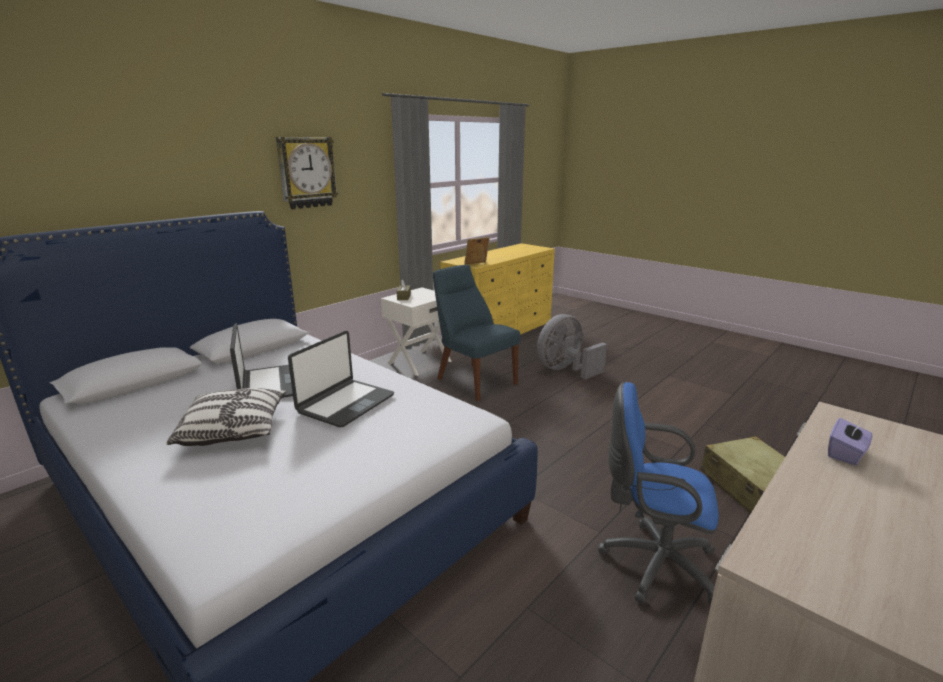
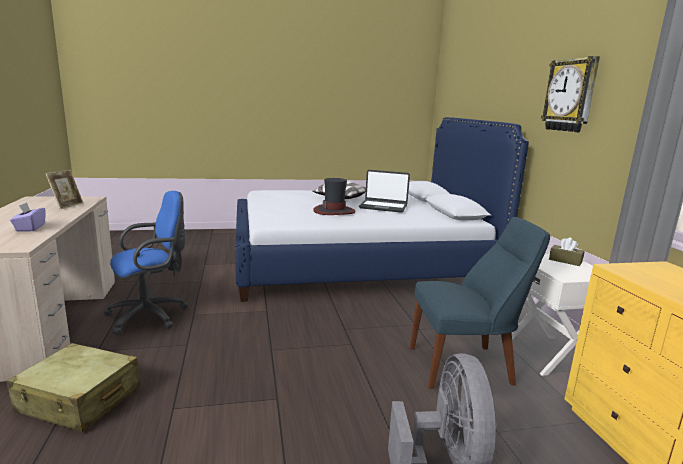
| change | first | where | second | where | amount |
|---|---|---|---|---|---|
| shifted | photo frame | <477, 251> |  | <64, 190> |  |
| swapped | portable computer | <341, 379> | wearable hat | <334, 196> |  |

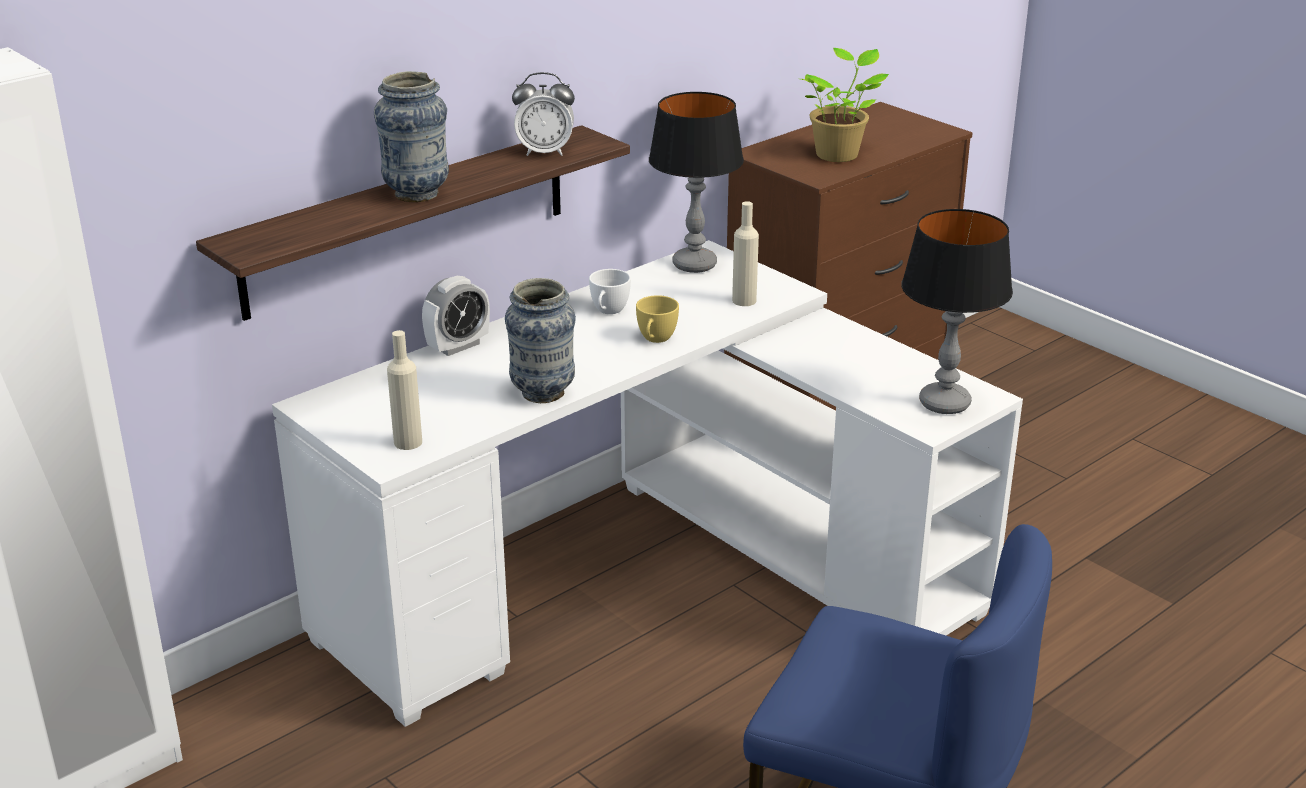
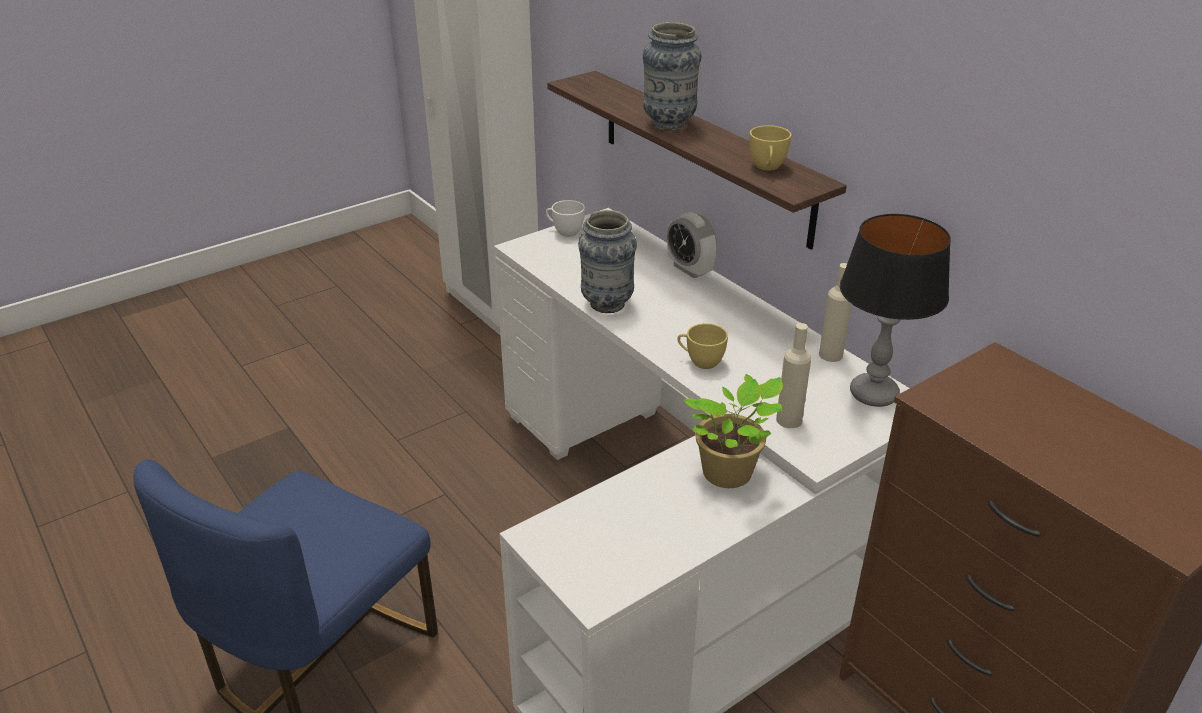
| change | first | where | second | where | amount |
|---|---|---|---|---|---|
| shifted | plant in a pot | <845, 105> |  | <732, 431> |  |
| swapped | table clock | <543, 114> | yellow-coloured small cup | <770, 148> |  |
| gone | tabletop lamp | <957, 311> |  |  |  |
| shifted | white small cup | <610, 291> |  | <565, 218> |  |
| shifted | beige beverage bottle | <404, 390> |  | <835, 312> |  |

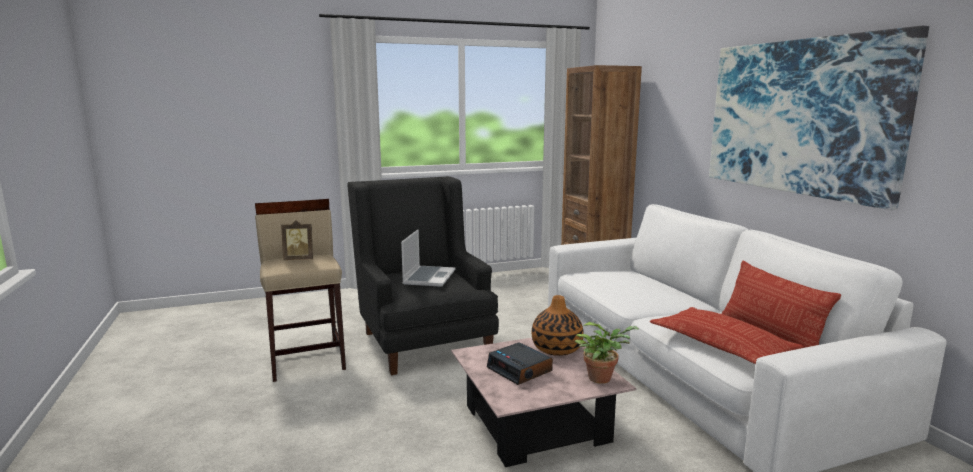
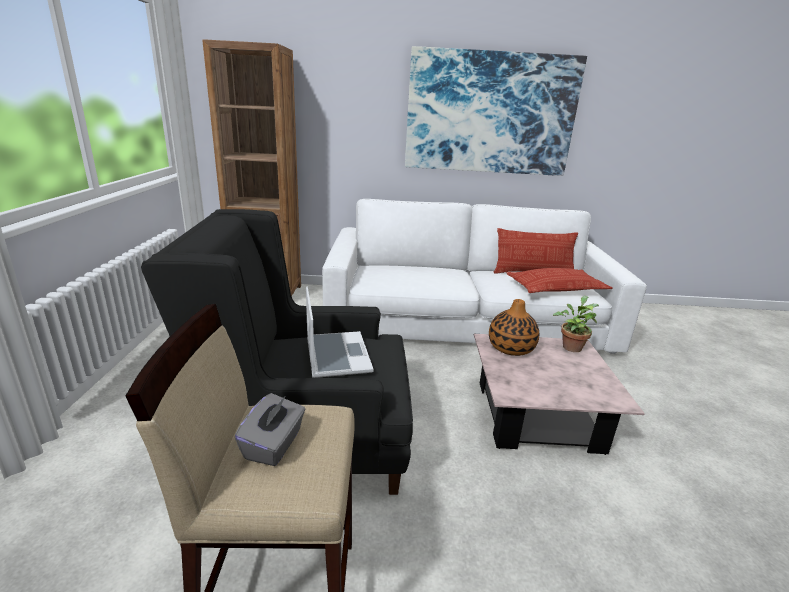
| change | first | where | second | where | amount |
|---|---|---|---|---|---|
| swapped | photo frame | <297, 240> | greyish tissue holder | <270, 429> |  |
| rotated | portable computer | <428, 258> |  | <340, 332> | 45 degrees clockwise |
| gone | table clock | <520, 363> |  |  |  |

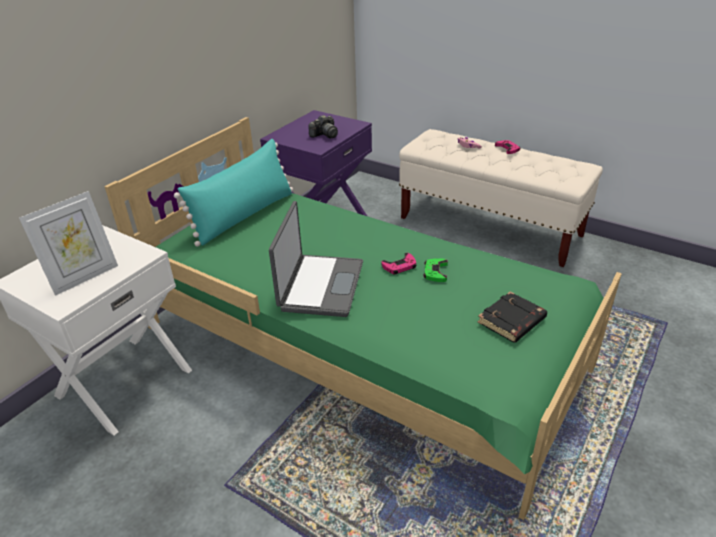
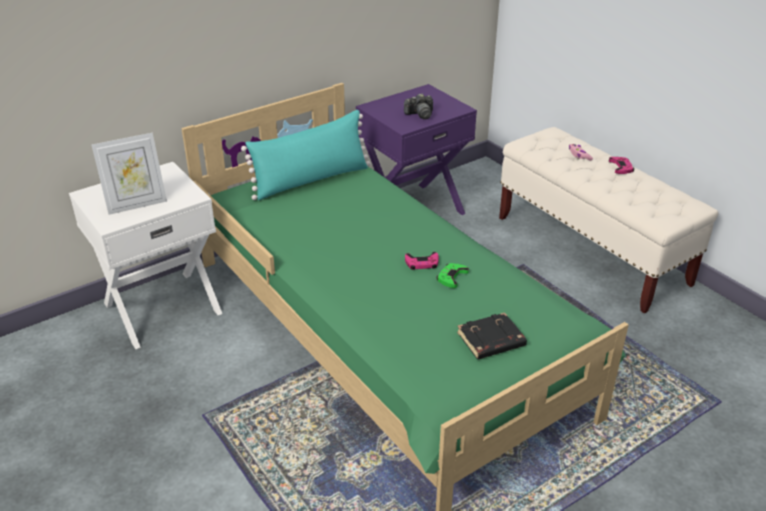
| change | first | where | second | where | amount |
|---|---|---|---|---|---|
| gone | portable computer | <316, 259> |  |  |  |

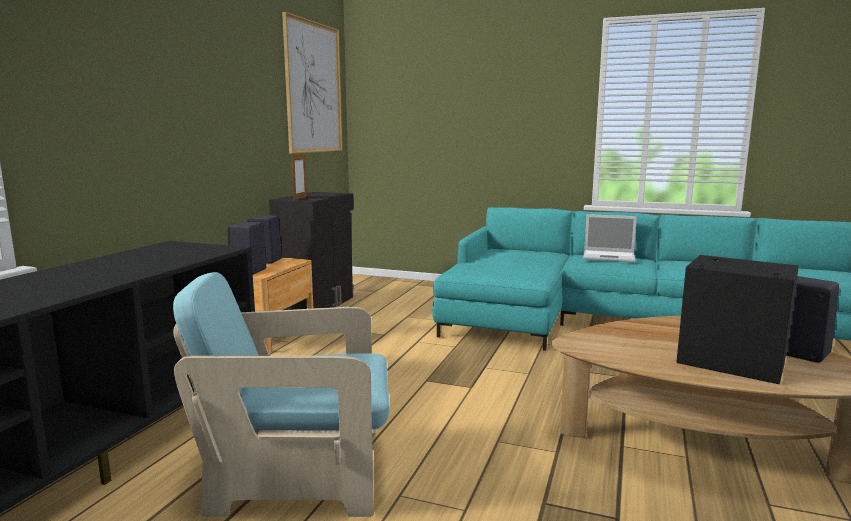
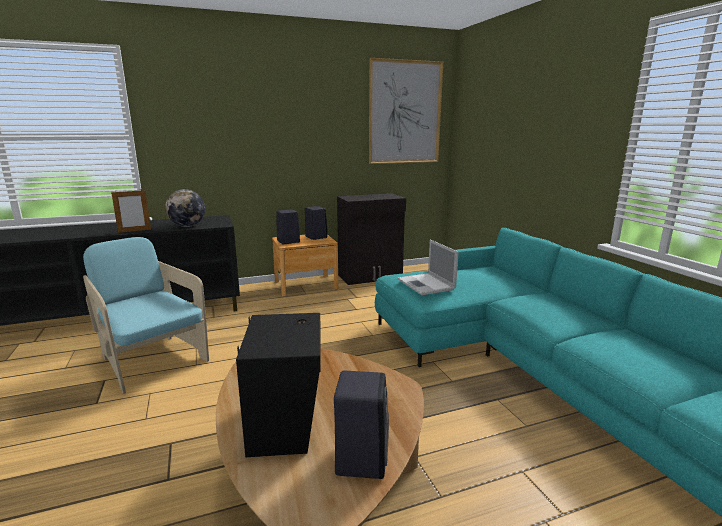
| change | first | where | second | where | amount |
|---|---|---|---|---|---|
| shifted | photo frame | <299, 176> |  | <131, 211> |  |
| shifted | portable computer | <610, 238> |  | <428, 267> |  |
| new |  |  | globe | <185, 208> |  |

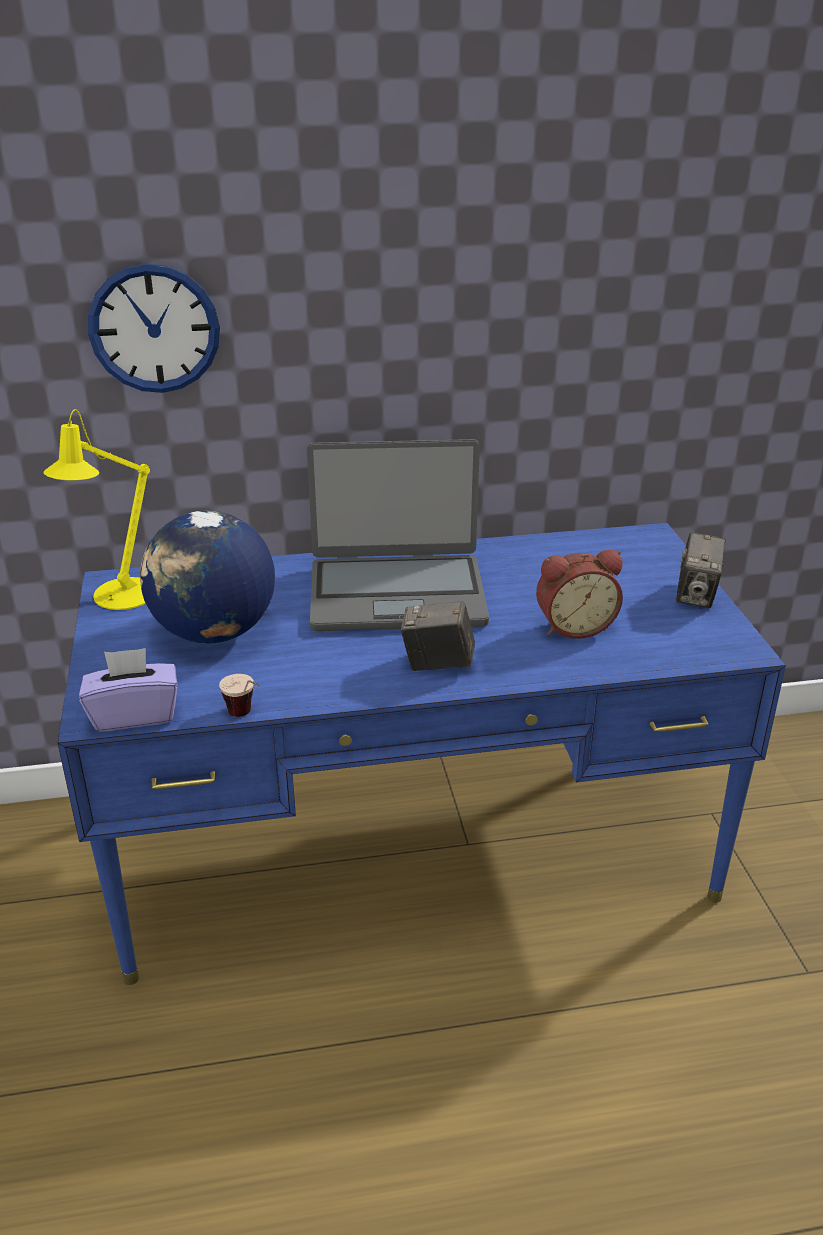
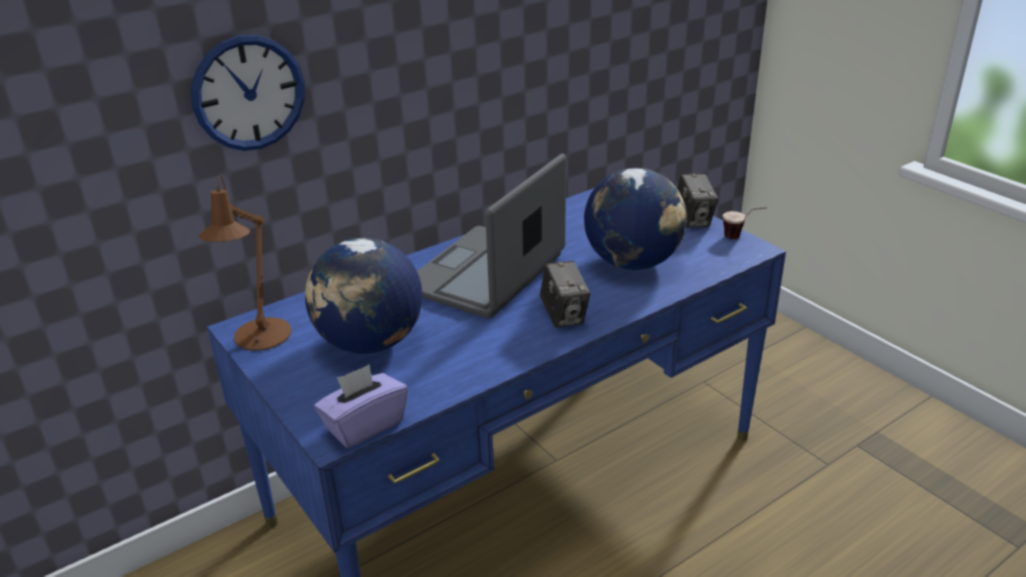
| change | first | where | second | where | amount |
|---|---|---|---|---|---|
| repainted | yellow-coloured tabletop lamp | <97, 509> | brown-coloured tabletop lamp | <245, 263> |  |
| rotated | portable computer | <398, 535> |  | <491, 236> | 150 degrees clockwise |
| swapped | table clock | <579, 594> | globe | <635, 219> |  |
| rotated | photo camera | <438, 636> |  | <565, 294> | 90 degrees counterclockwise |
| shifted | small cup | <239, 695> |  | <745, 223> |  |

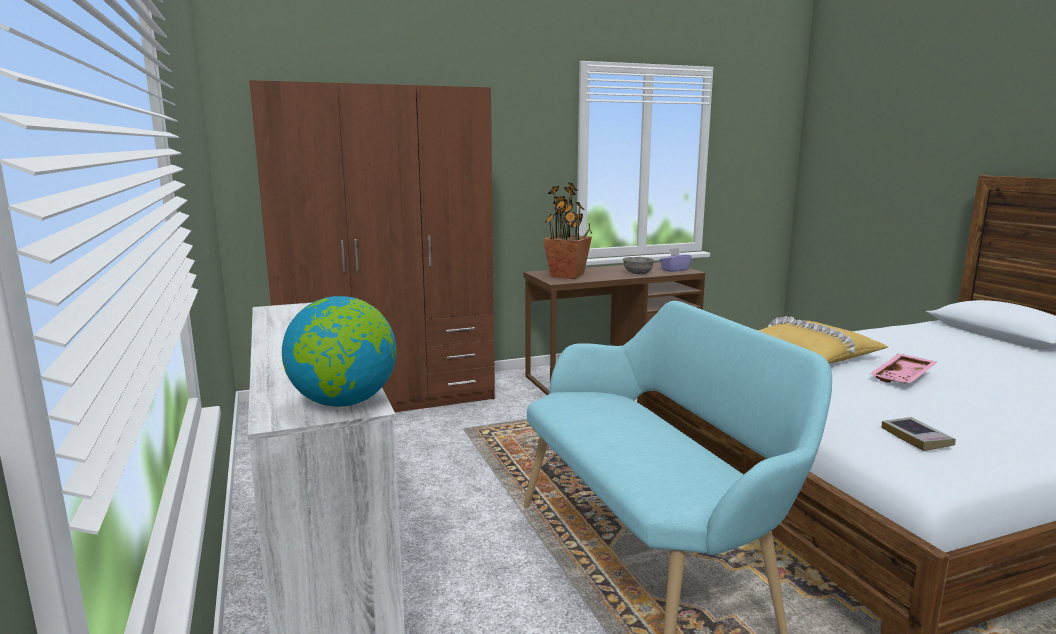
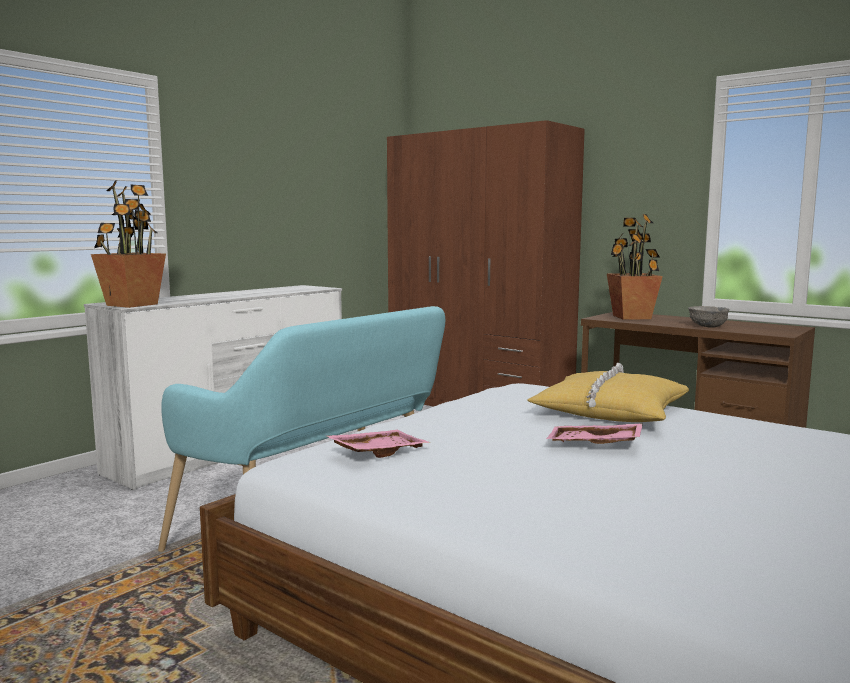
| change | first | where | second | where | amount |
|---|---|---|---|---|---|
| gone | purple-coloured tissue holder | <676, 260> |  |  |  |
| swapped | globe | <339, 351> | plant in a pot | <128, 244> |  |
| swapped | bound book | <919, 434> | pink-coloured carrying tray | <378, 444> |  |

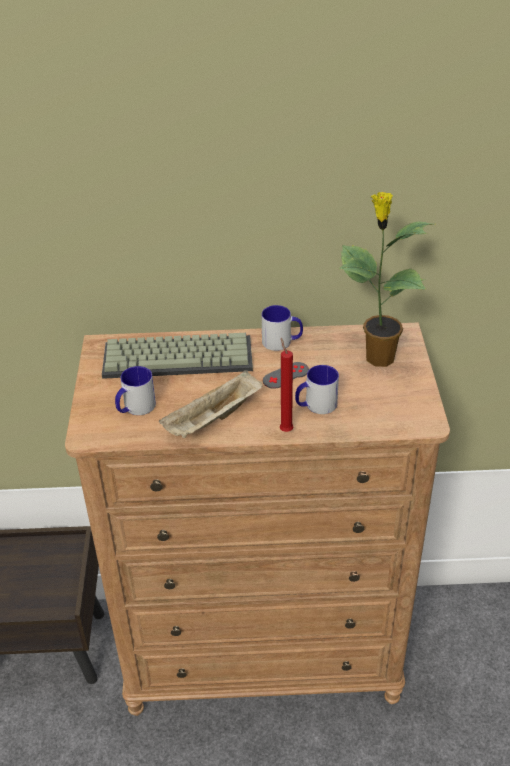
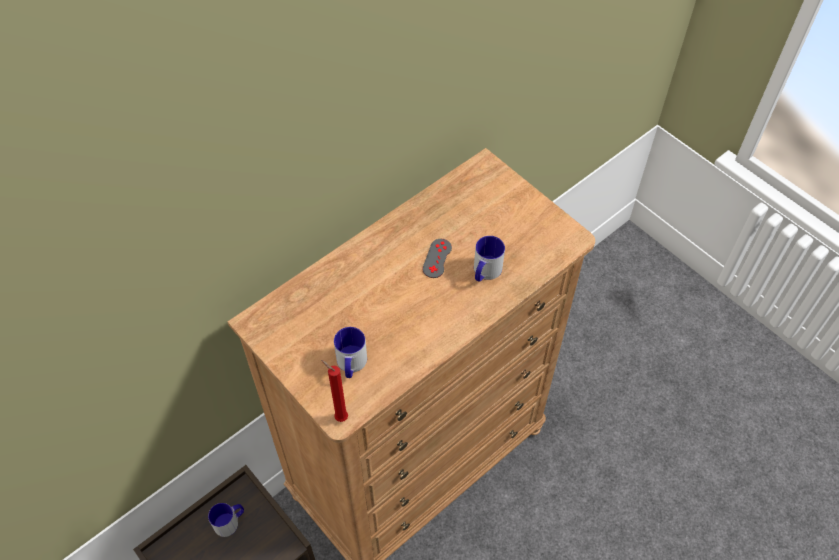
| change | first | where | second | where | amount |
|---|---|---|---|---|---|
| gone | plant in a pot | <386, 279> |  |  |  |
| shifted | mug | <282, 328> |  | <226, 520> |  |
| gone | PC keyboard | <177, 356> |  |  |  |
| shifted | reddish wax candle | <286, 385> |  | <334, 391> |  |
| gone | beige carrying tray | <210, 404> |  |  |  |

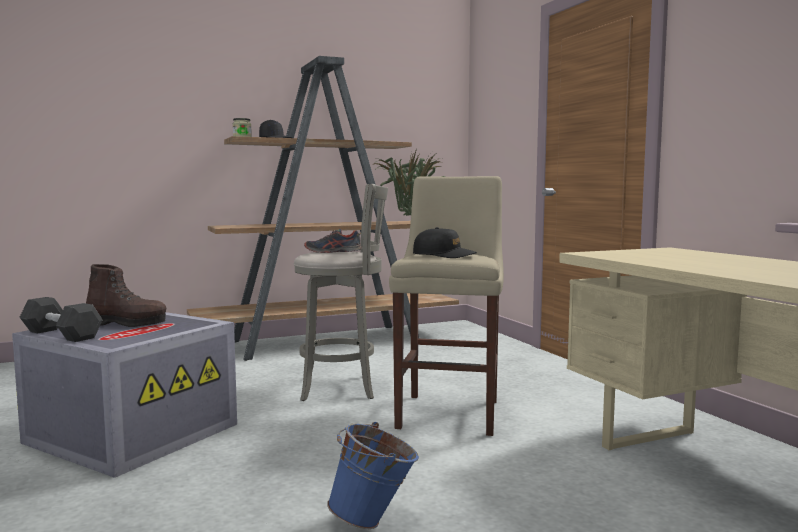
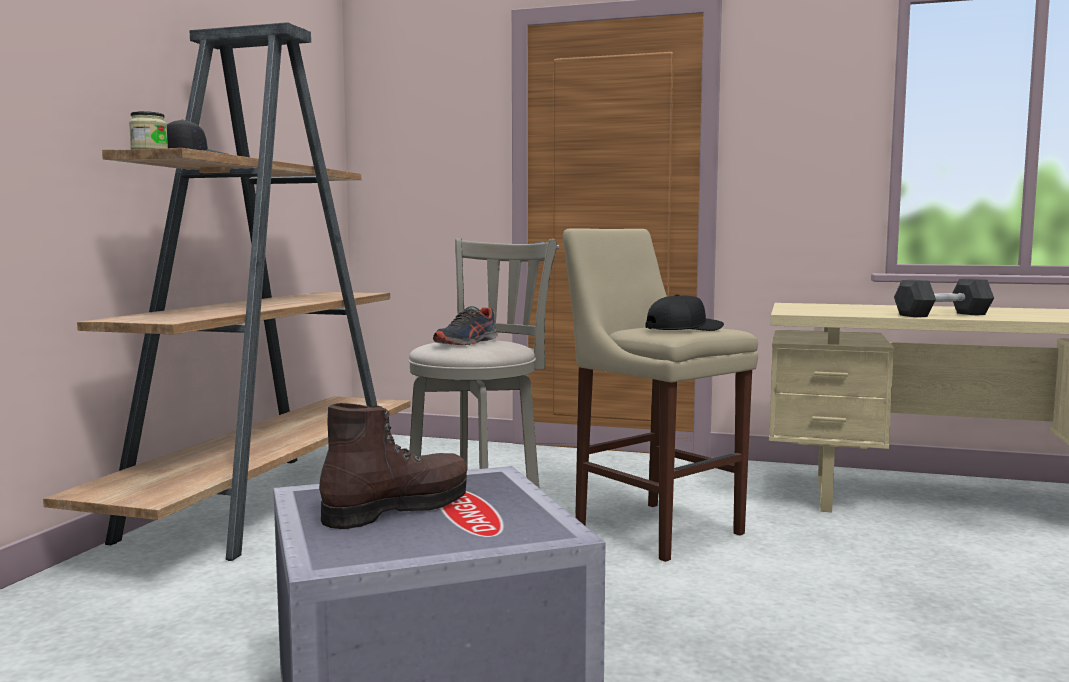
| change | first | where | second | where | amount |
|---|---|---|---|---|---|
| gone | plant in a pot | <408, 182> |  |  |  |
| shifted | black-coloured free weight | <60, 319> |  | <944, 298> |  |
| gone | blue bucket | <373, 475> |  |  |  |

